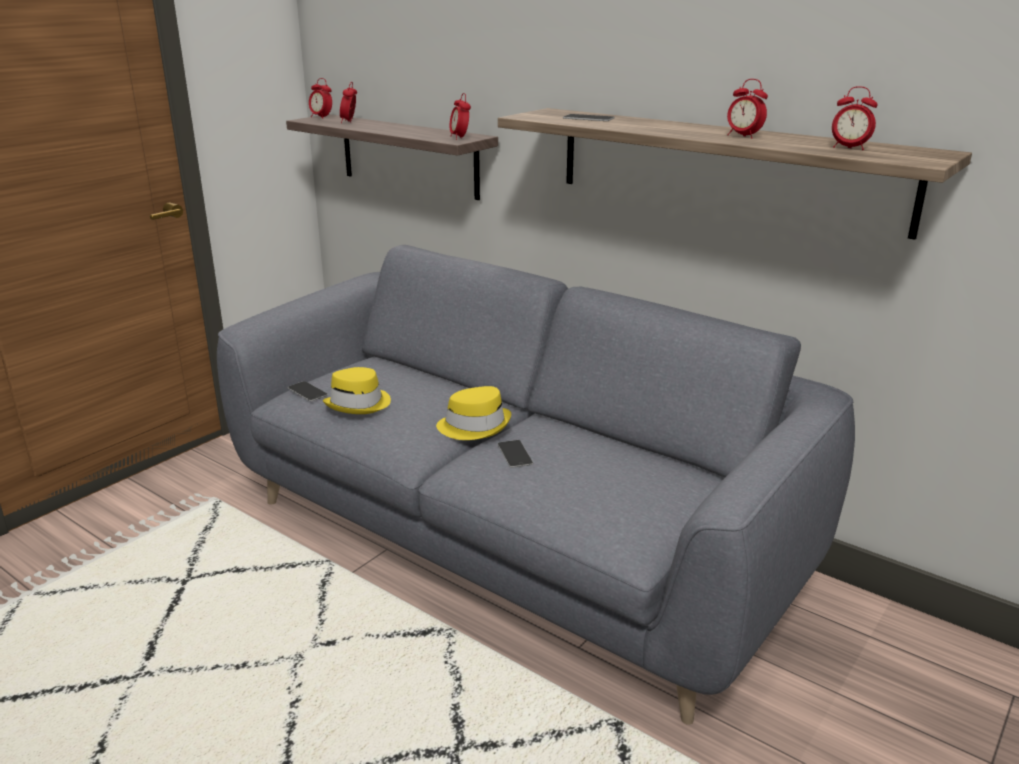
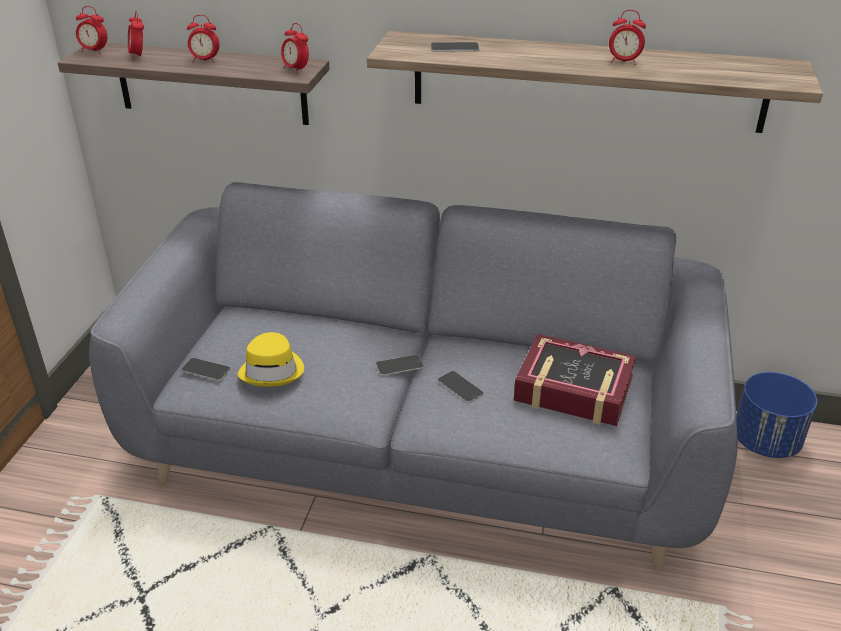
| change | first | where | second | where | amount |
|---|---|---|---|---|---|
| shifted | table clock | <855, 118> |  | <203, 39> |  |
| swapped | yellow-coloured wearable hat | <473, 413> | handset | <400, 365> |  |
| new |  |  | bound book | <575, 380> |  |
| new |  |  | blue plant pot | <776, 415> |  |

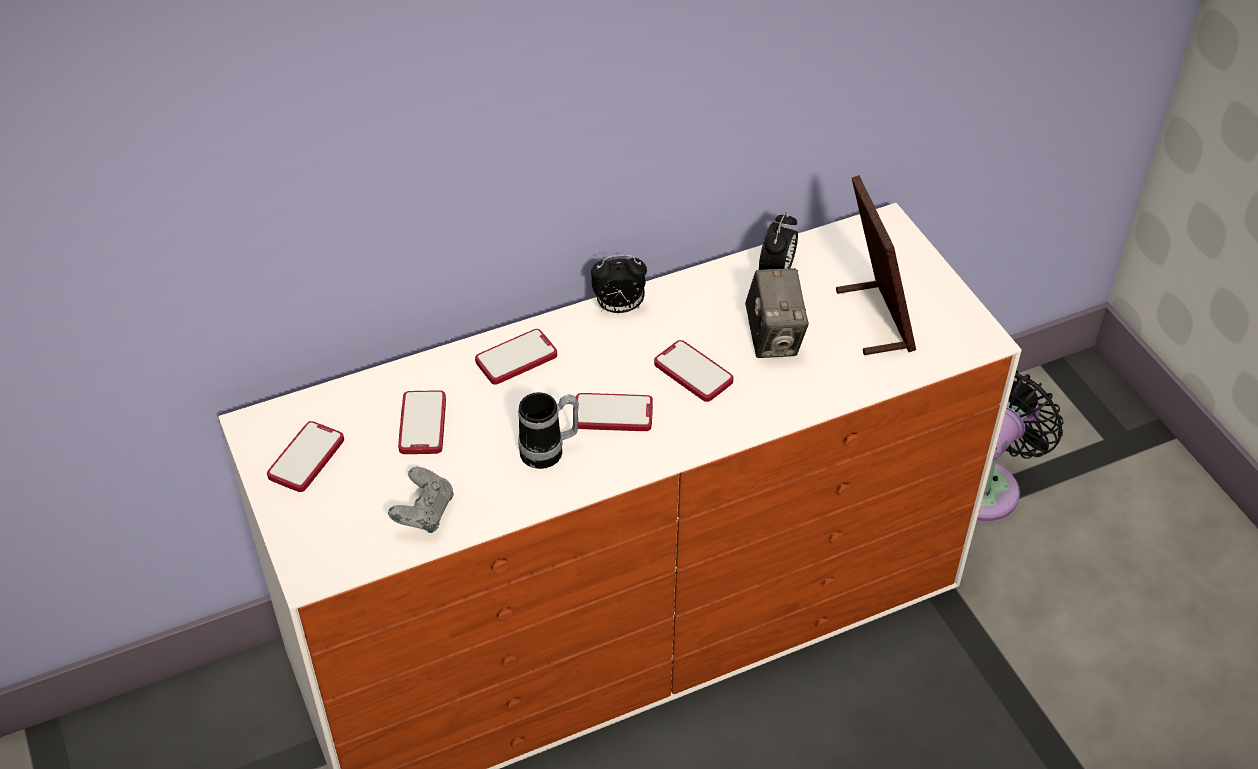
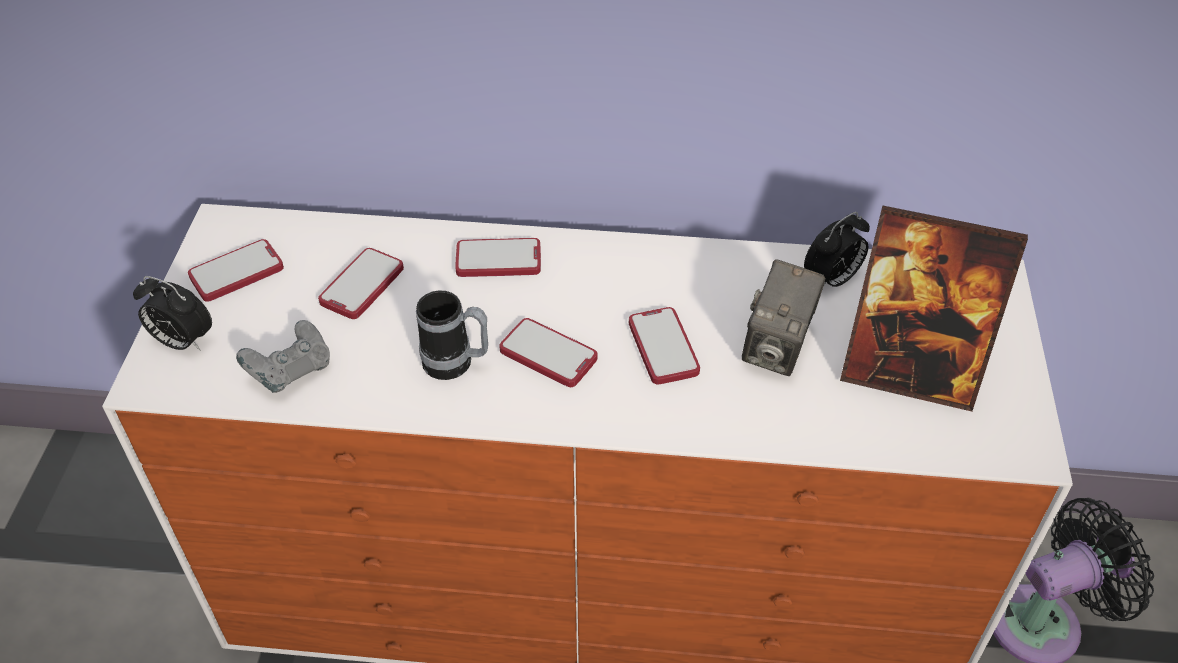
| change | first | where | second | where | amount |
|---|---|---|---|---|---|
| rotated | photo frame | <876, 265> |  | <934, 308> | 90 degrees clockwise |
| shifted | table clock | <619, 284> |  | <172, 313> |  |

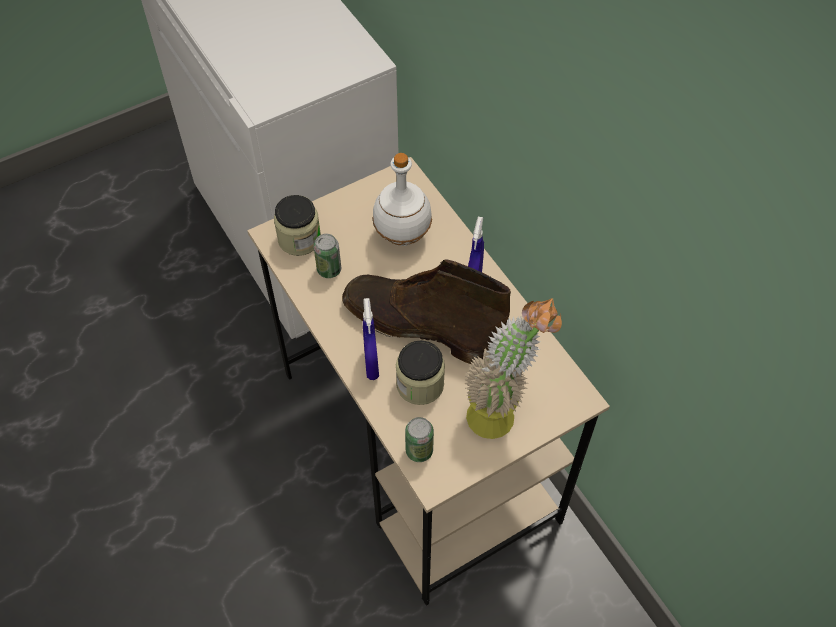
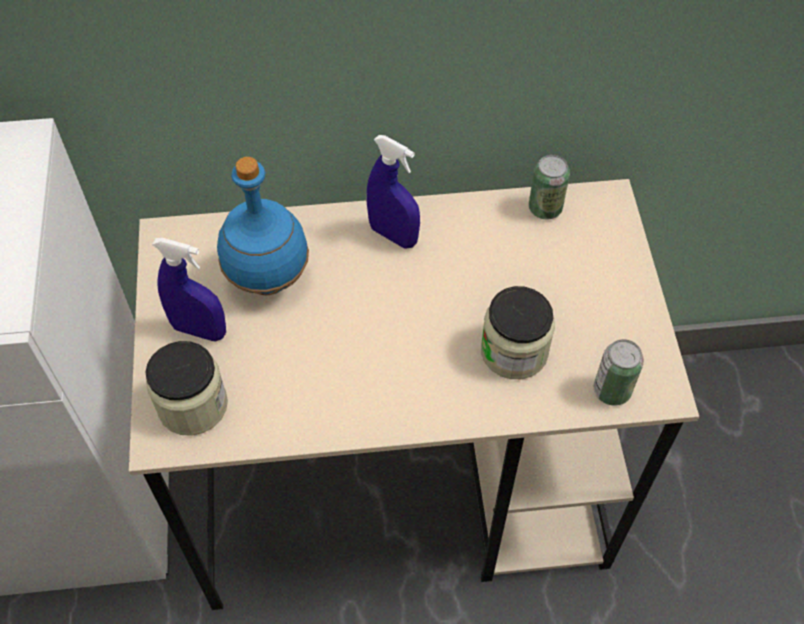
| change | first | where | second | where | amount |
|---|---|---|---|---|---|
| repainted | white beverage bottle | <402, 199> | blue beverage bottle | <263, 226> |  |
| shifted | sealed can | <327, 256> |  | <549, 186> |  |
| gone | brown-coloured tall boot | <426, 311> |  |  |  |
| shifted | blue sprayer | <371, 339> |  | <189, 290> |  |
| gone | plant in a pot | <513, 368> |  |  |  |

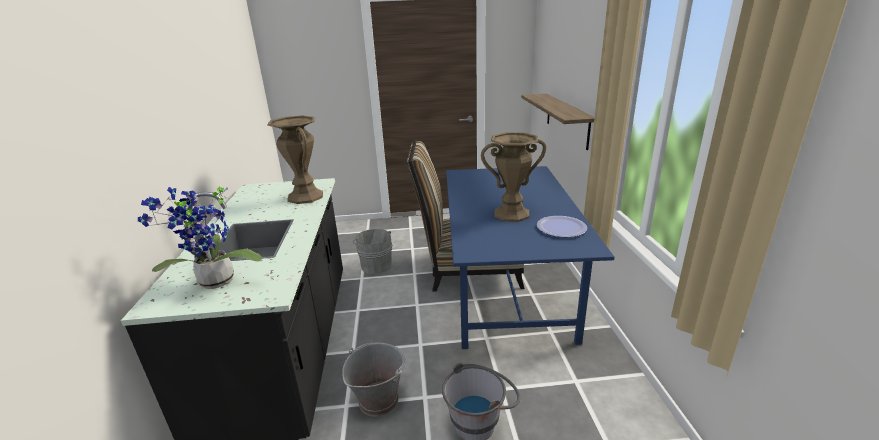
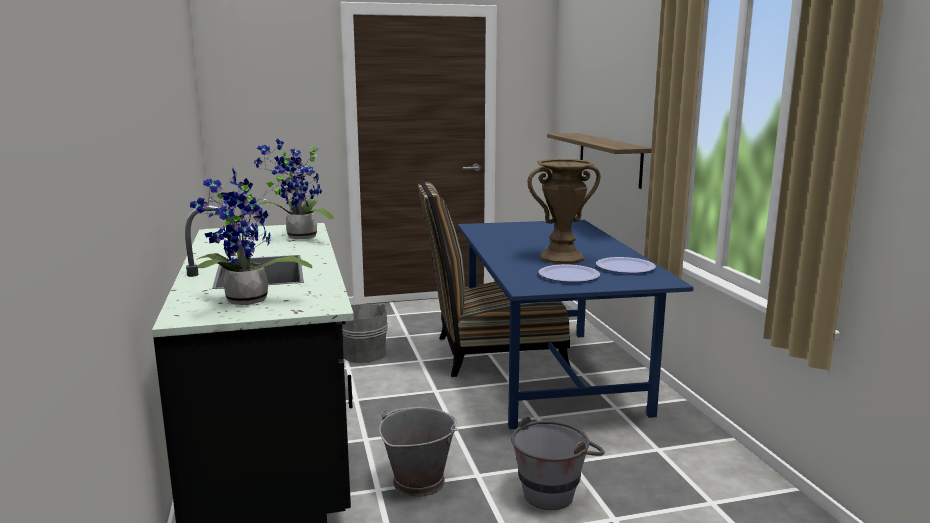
| change | first | where | second | where | amount |
|---|---|---|---|---|---|
| swapped | brown-coloured vase | <295, 159> | plant in a pot | <294, 189> |  |
| new |  |  | flat dish | <569, 273> |  |

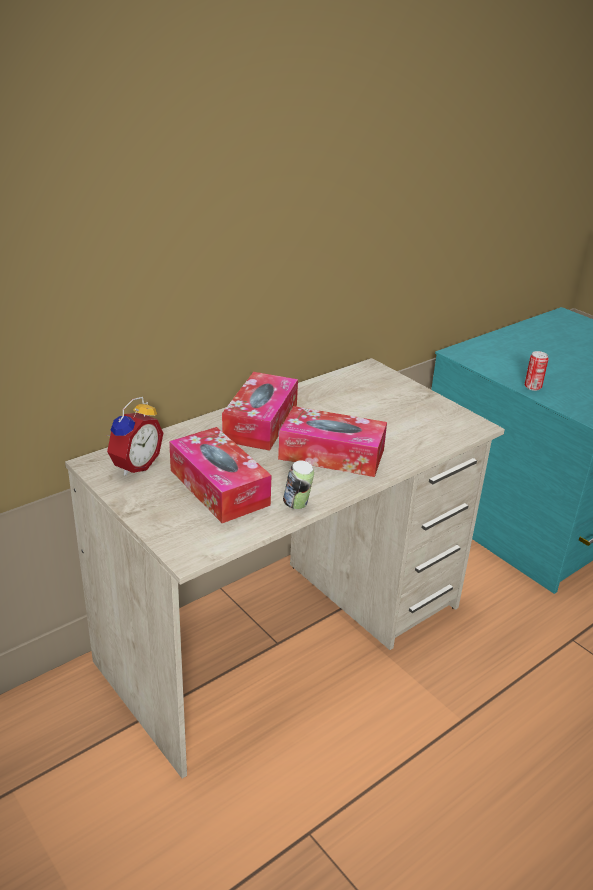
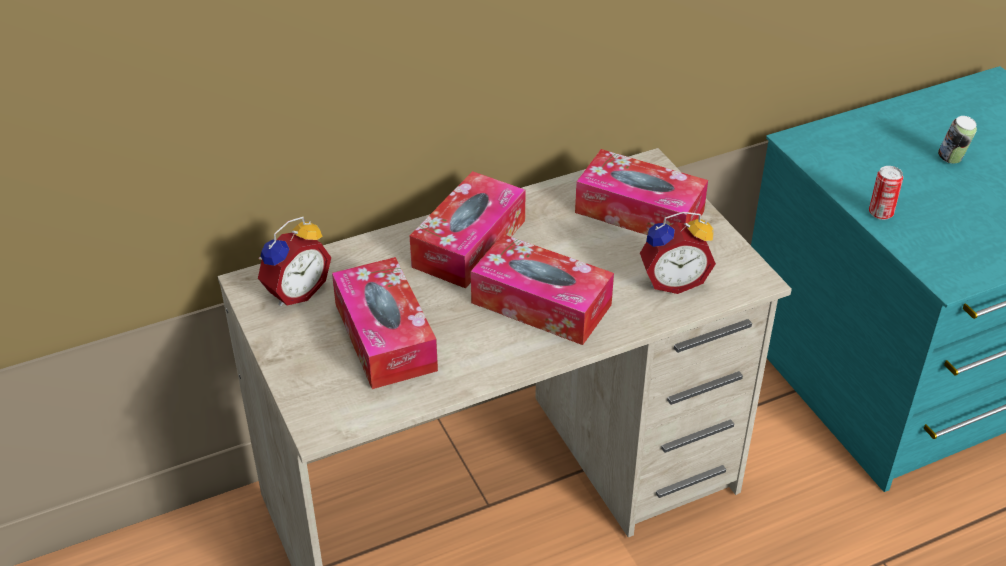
| change | first | where | second | where | amount |
|---|---|---|---|---|---|
| shifted | sealed can | <298, 485> |  | <957, 139> |  |
| new |  |  | tissue holder | <641, 192> |  |
| new |  |  | table clock | <678, 253> |  |

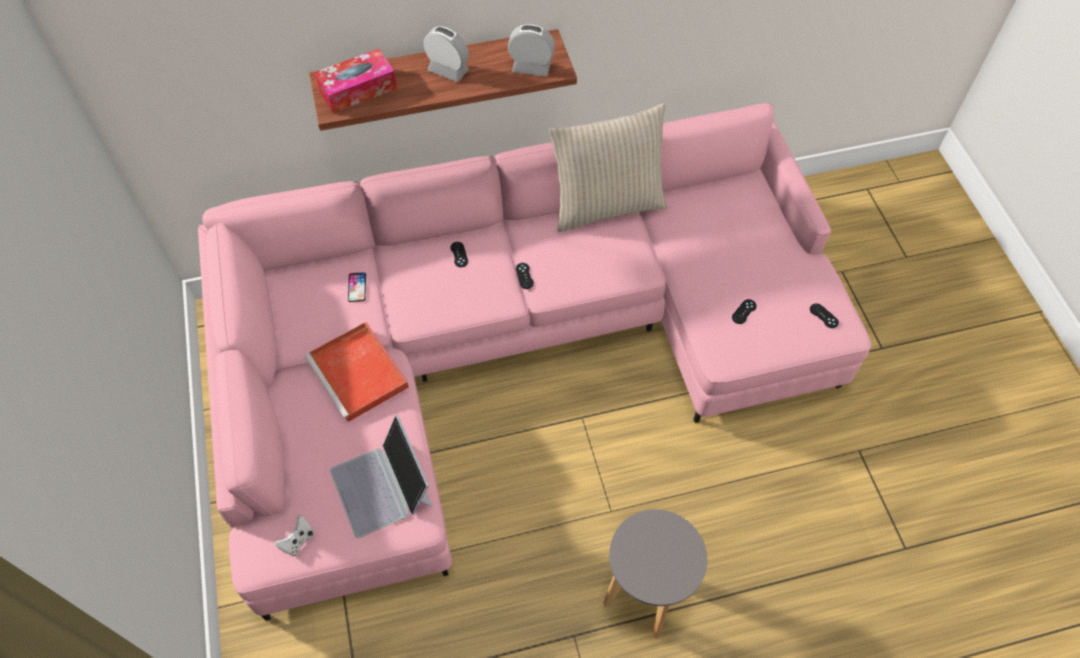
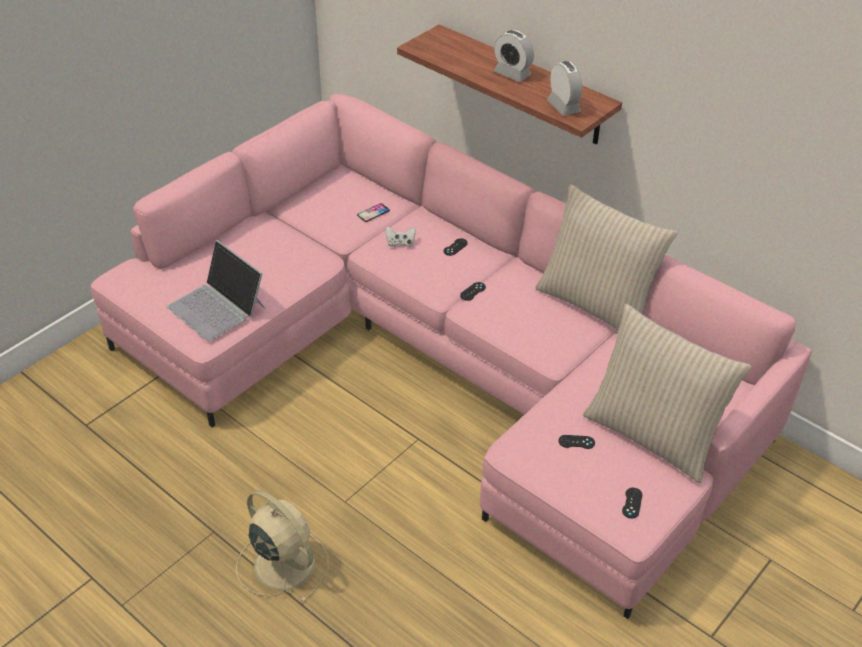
| change | first | where | second | where | amount |
|---|---|---|---|---|---|
| rotated | table clock | <446, 54> |  | <514, 56> | 135 degrees clockwise |
| gone | tissue holder | <355, 80> |  |  |  |
| gone | reddish carrying tray | <357, 372> |  |  |  |
| rotated | portable computer | <381, 476> |  | <216, 290> | 75 degrees counterclockwise |
| swapped | greyish sitting stool | <655, 574> | beige electric fan | <282, 546> |  |
| shifted | white game controller | <294, 535> |  | <400, 236> |  |
| new |  |  | beige throw pillow | <667, 393> |  |

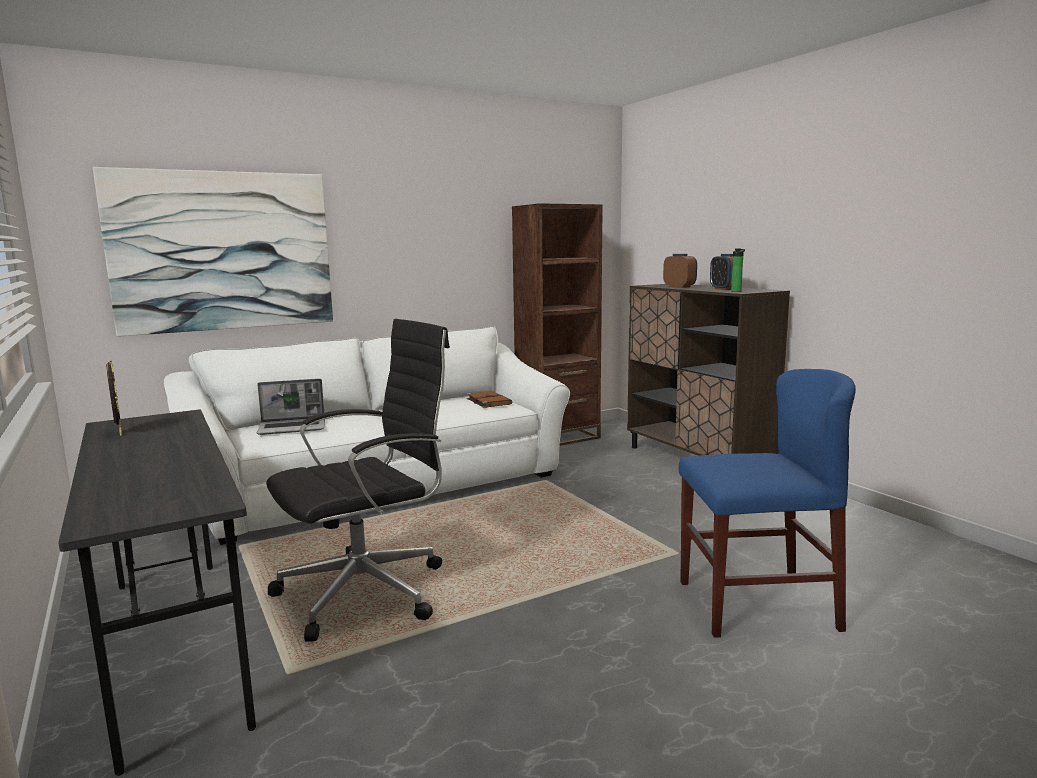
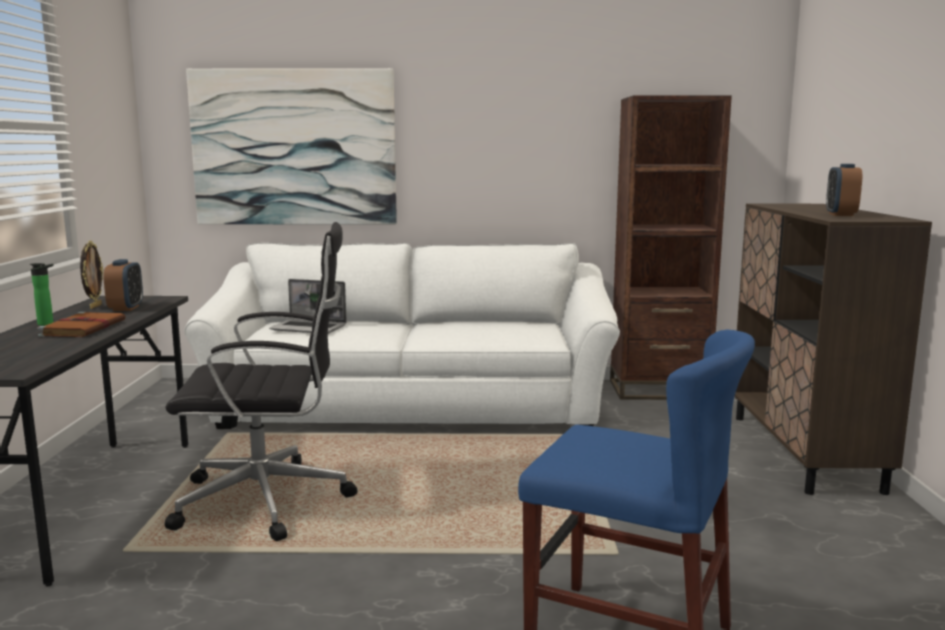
| change | first | where | second | where | amount |
|---|---|---|---|---|---|
| shifted | beverage bottle | <738, 270> |  | <42, 294> |  |
| shifted | table clock | <680, 271> |  | <123, 285> |  |
| shifted | brown-coloured bound book | <489, 399> |  | <81, 324> |  |

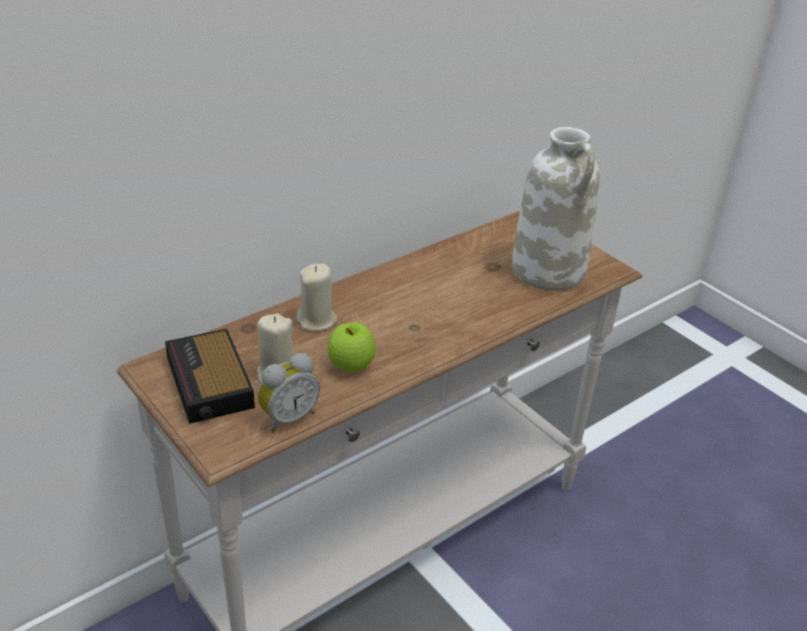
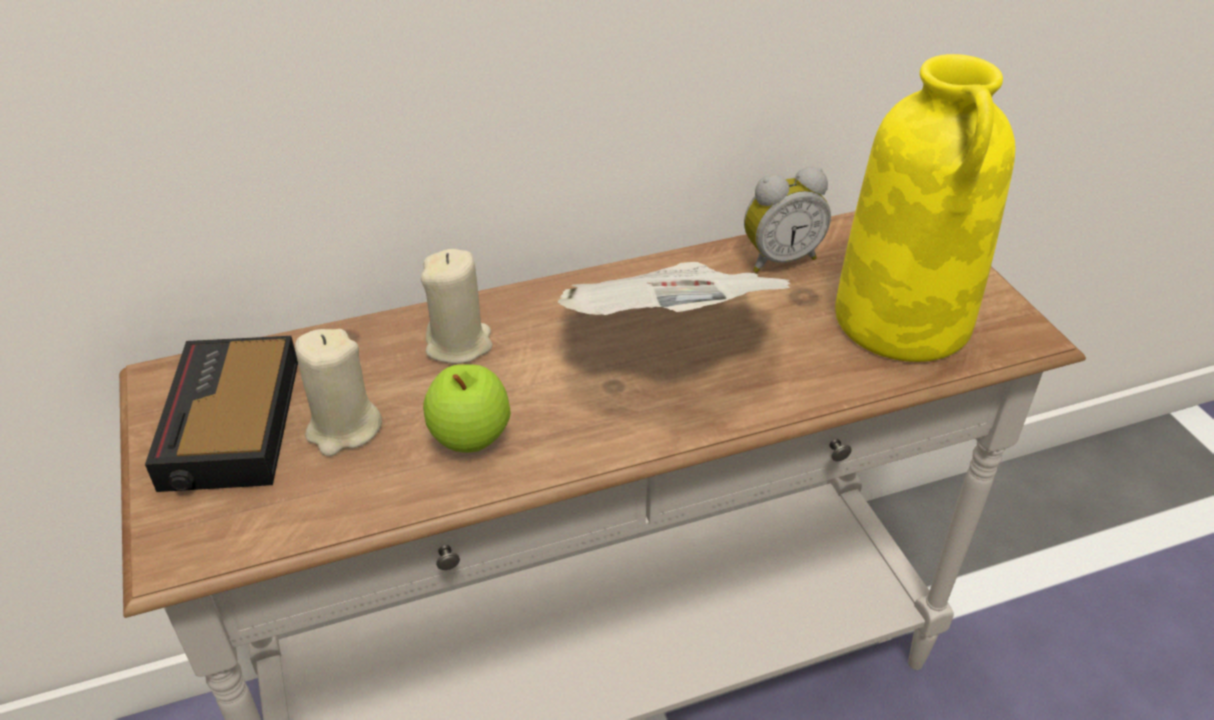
| change | first | where | second | where | amount |
|---|---|---|---|---|---|
| repainted | white vase | <555, 209> | yellow-coloured vase | <925, 208> |  |
| shifted | table clock | <288, 393> |  | <787, 220> |  |
| new |  |  | newspaper | <673, 288> |  |

